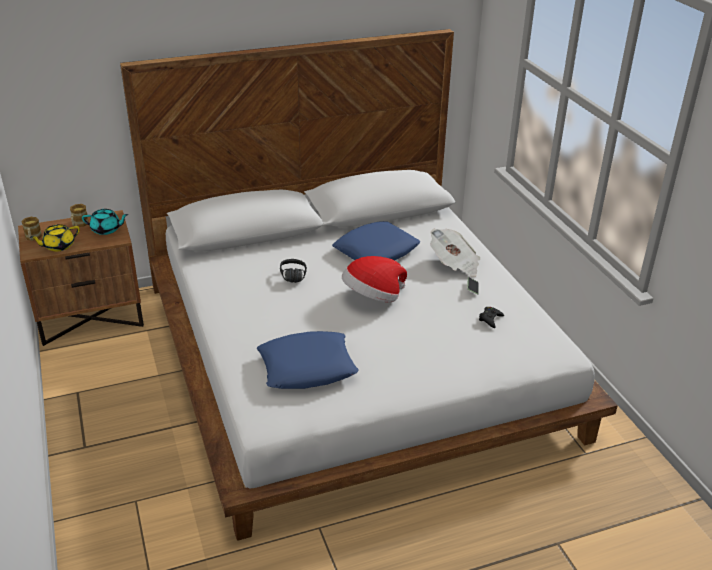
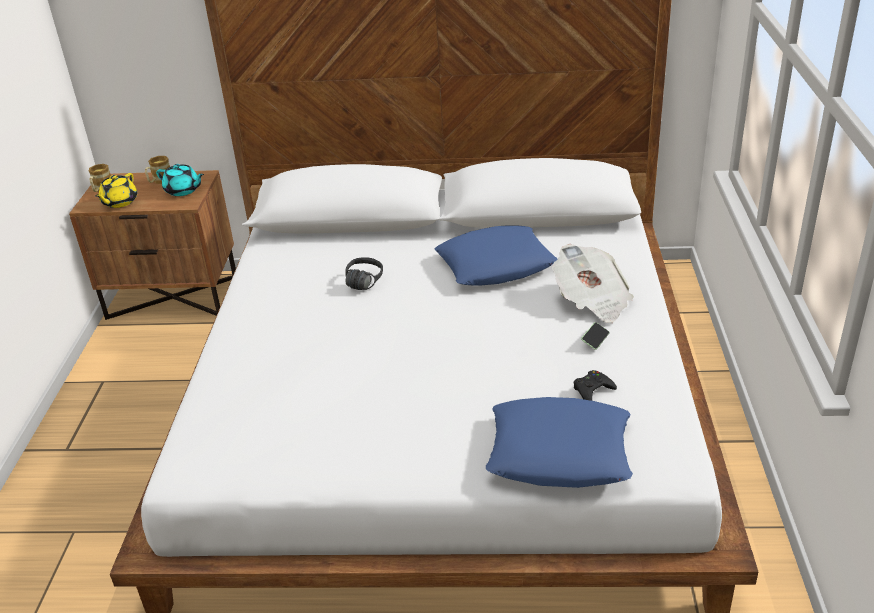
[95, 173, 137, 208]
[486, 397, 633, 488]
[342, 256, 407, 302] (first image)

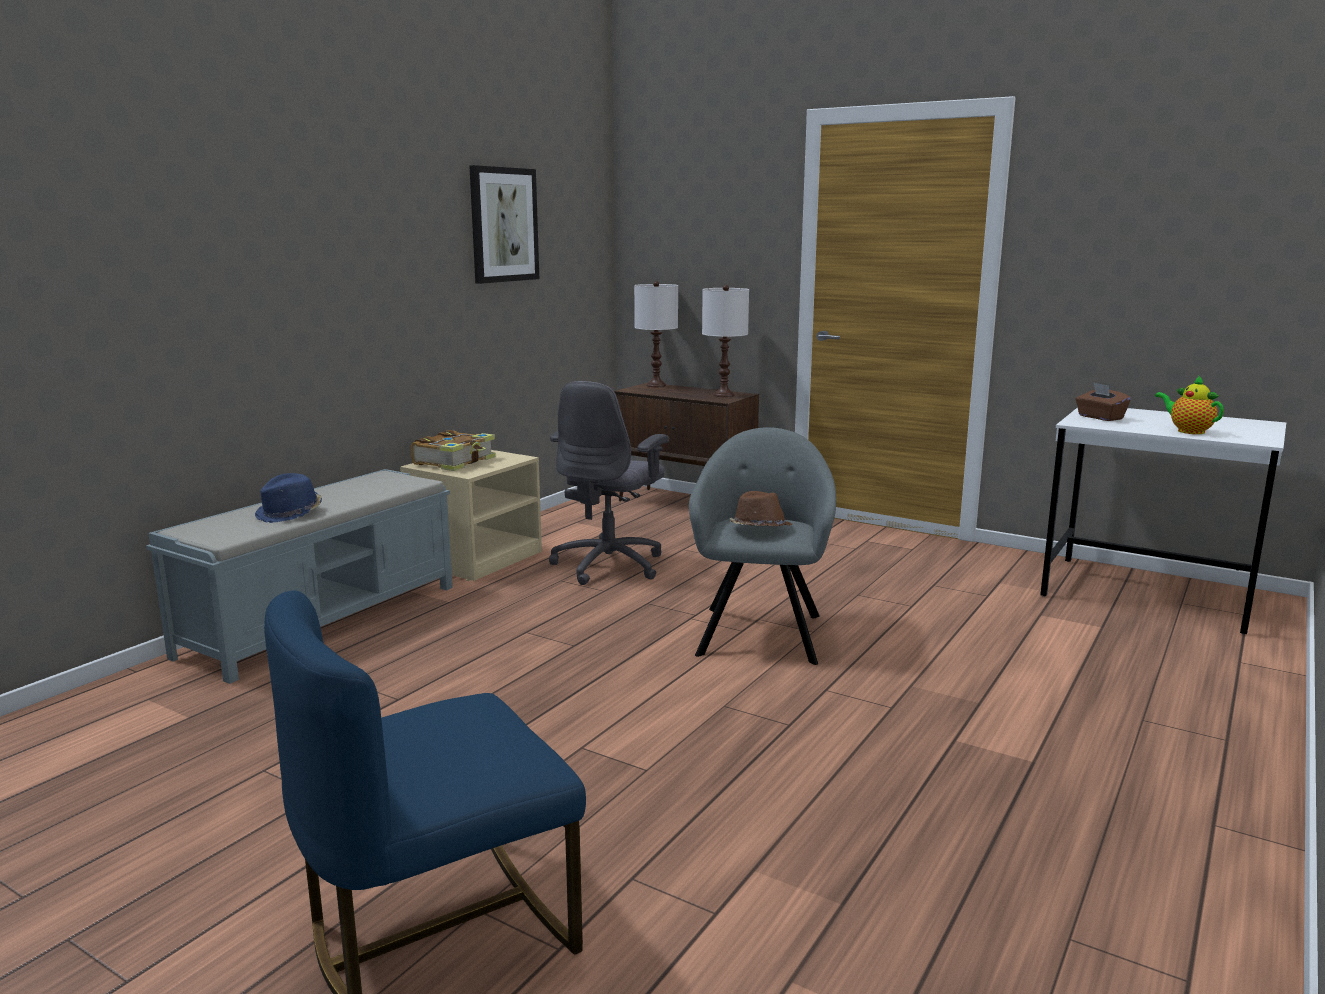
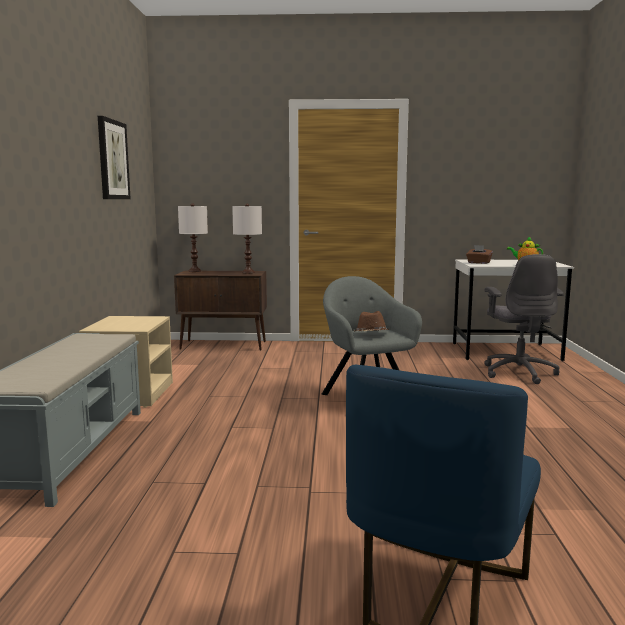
[484, 254, 564, 384]
[255, 473, 322, 523] (first image)
[411, 430, 496, 471] (first image)

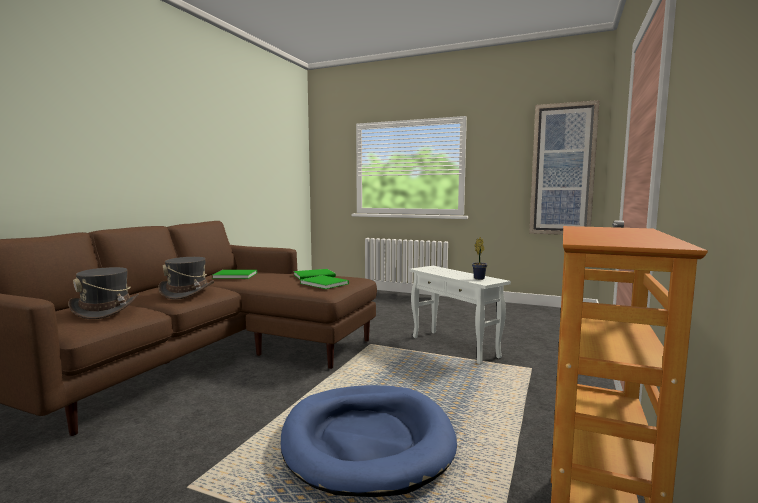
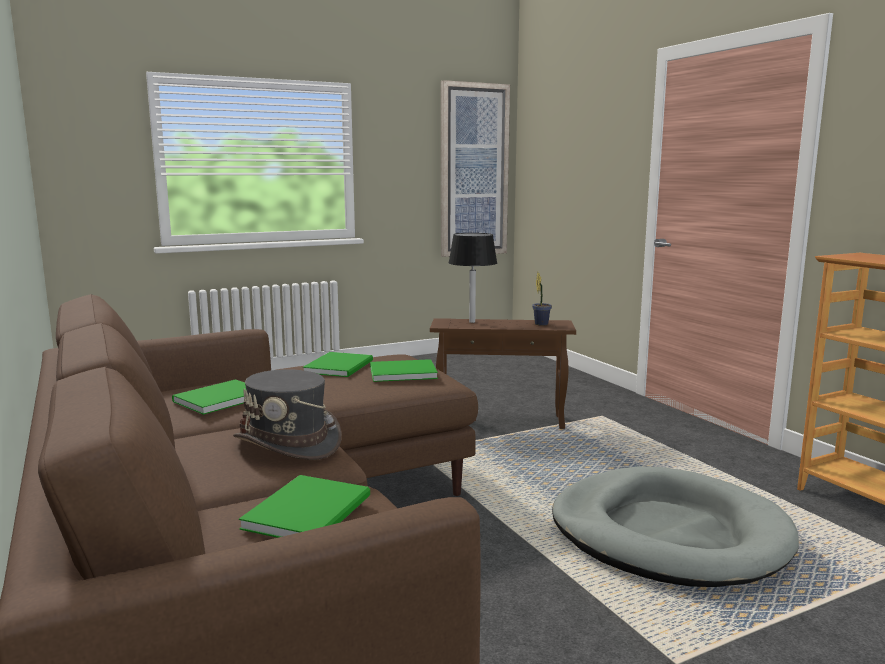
[239, 475, 370, 538]
[430, 318, 576, 429]
[448, 233, 497, 323]
[552, 466, 799, 587]

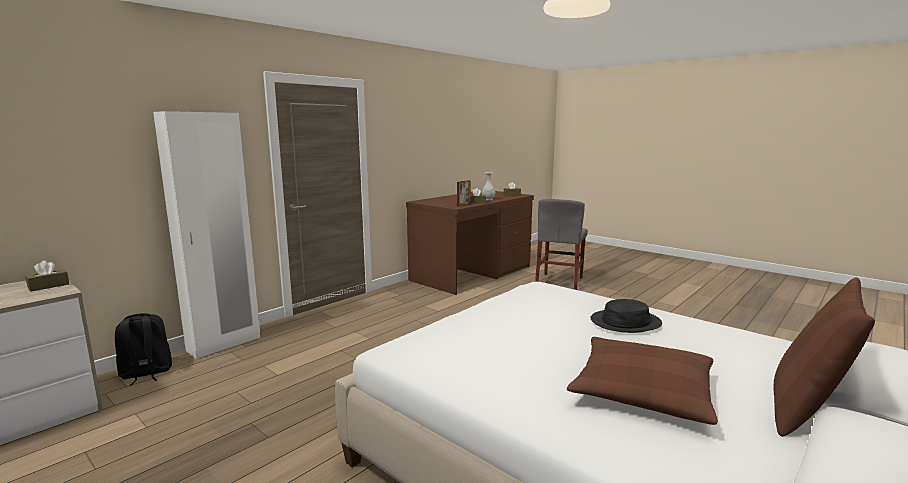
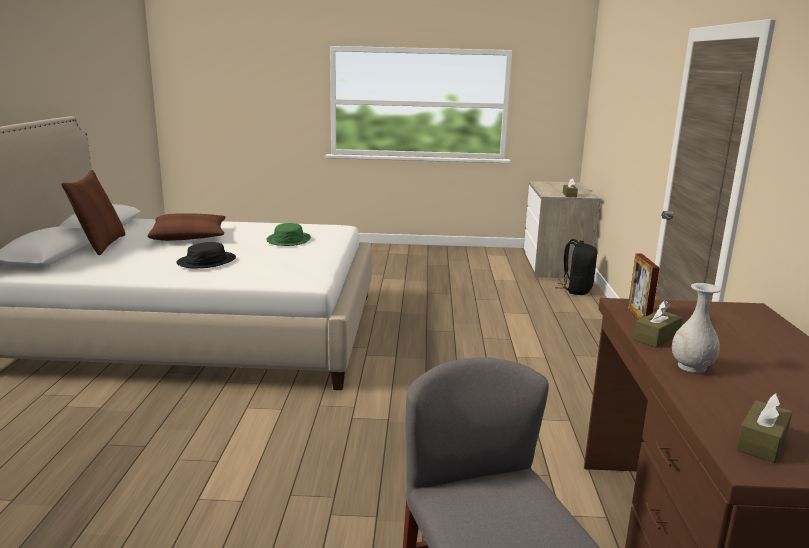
[266, 223, 311, 246]
[153, 111, 260, 359] (first image)

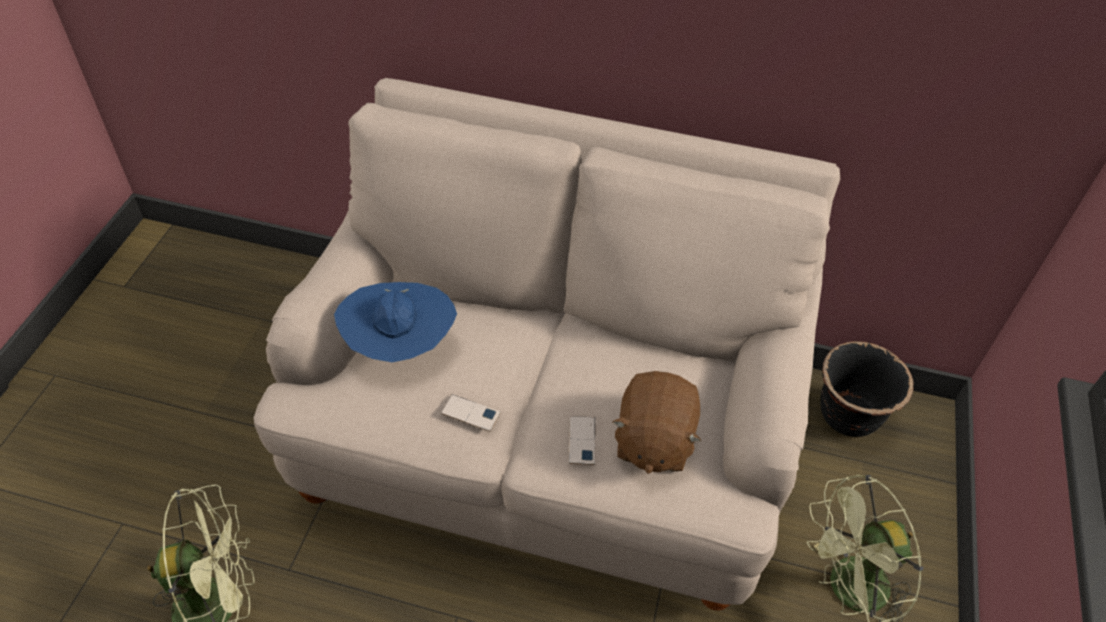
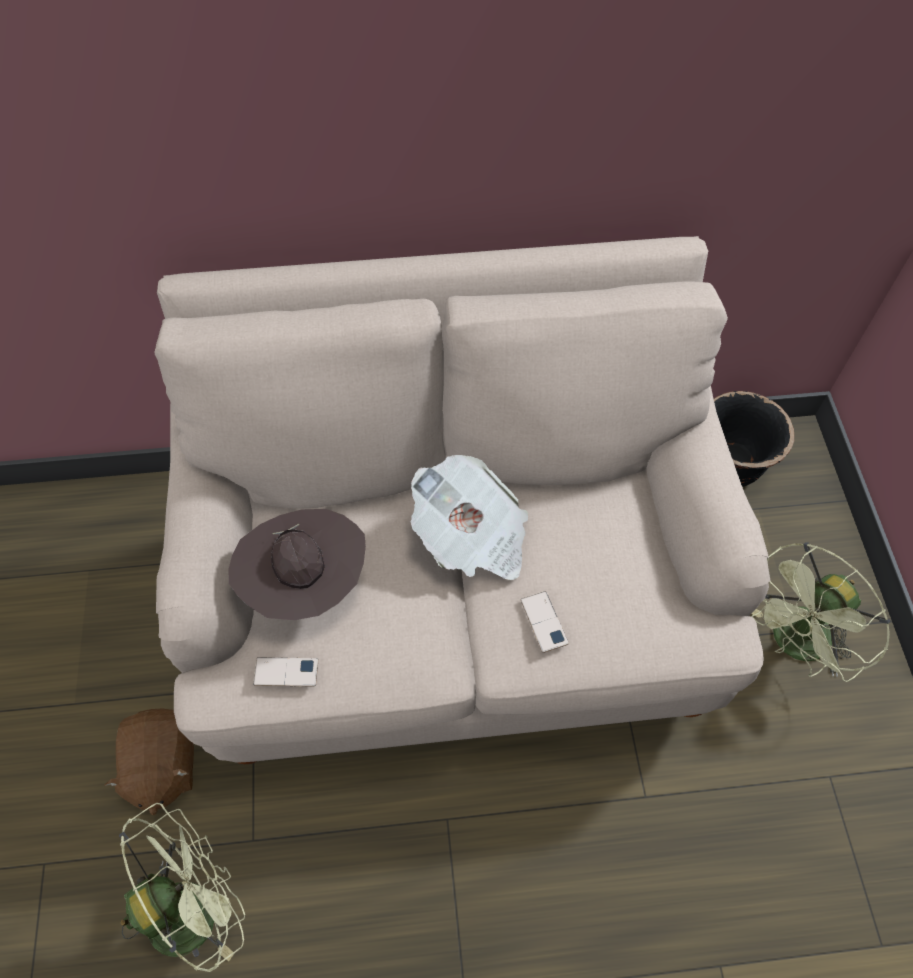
[105, 708, 194, 815]
[228, 509, 366, 620]
[253, 657, 318, 686]
[410, 455, 528, 580]

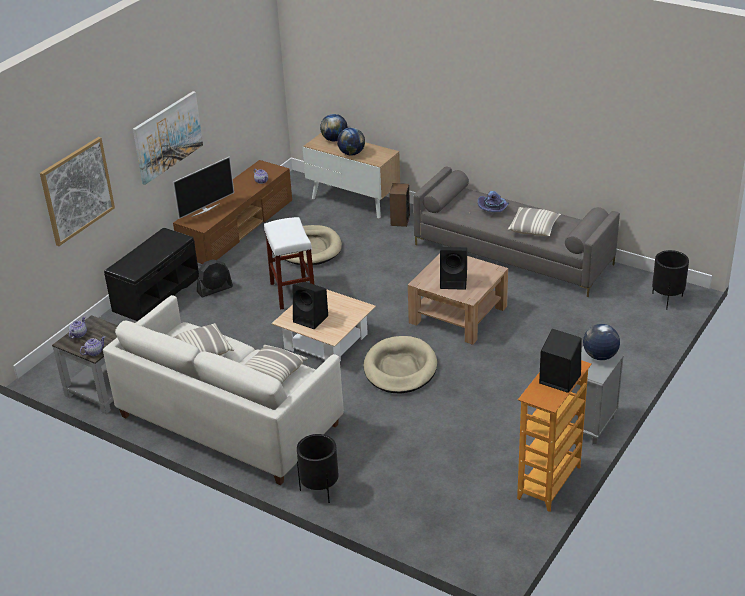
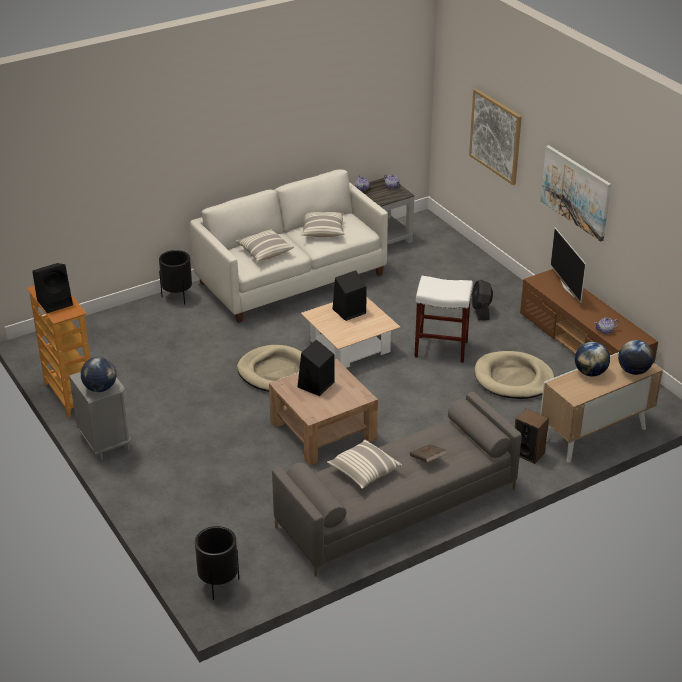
[410, 444, 446, 462]
[104, 228, 199, 321] (first image)

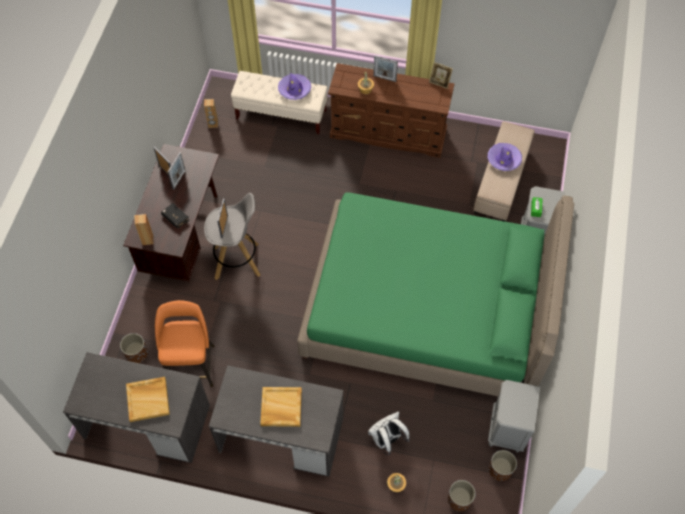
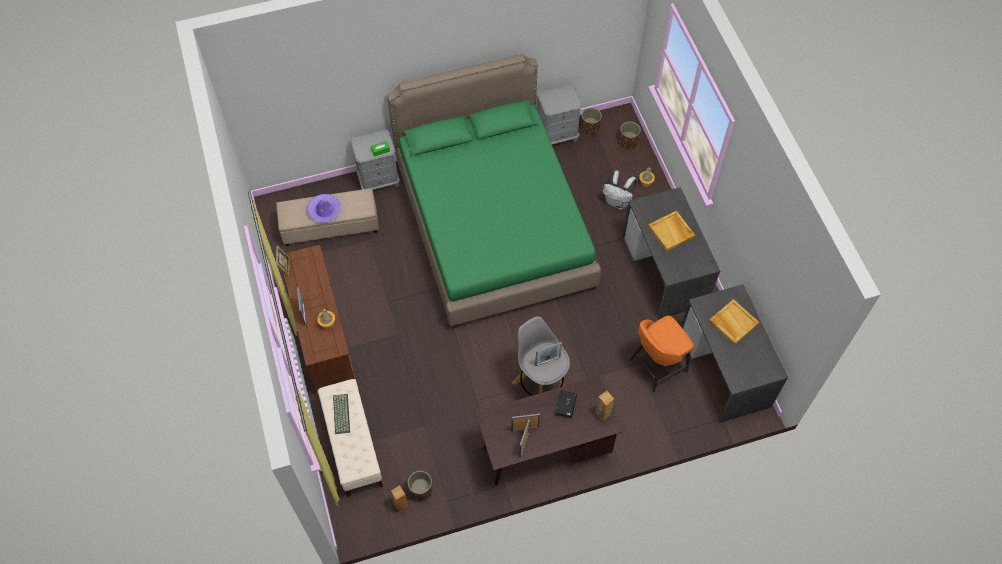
[333, 394, 350, 434]
[408, 471, 432, 501]

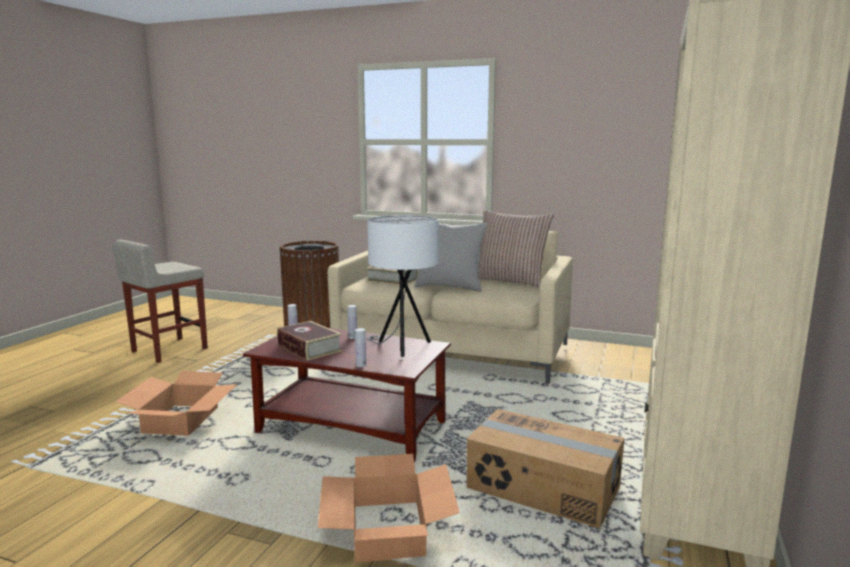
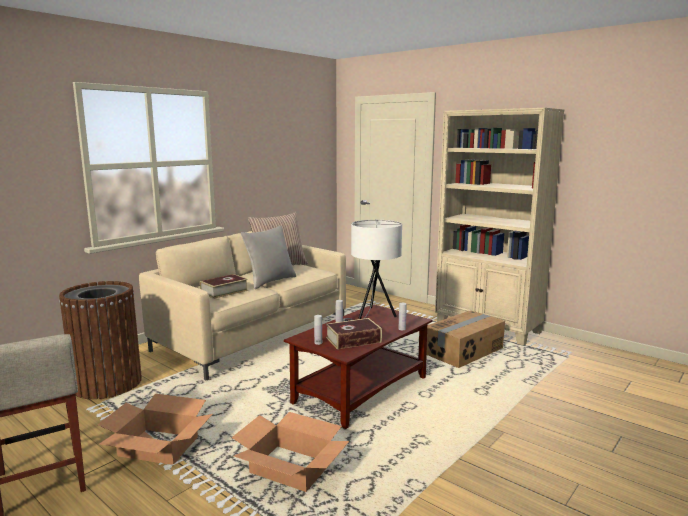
[98, 394, 213, 465]

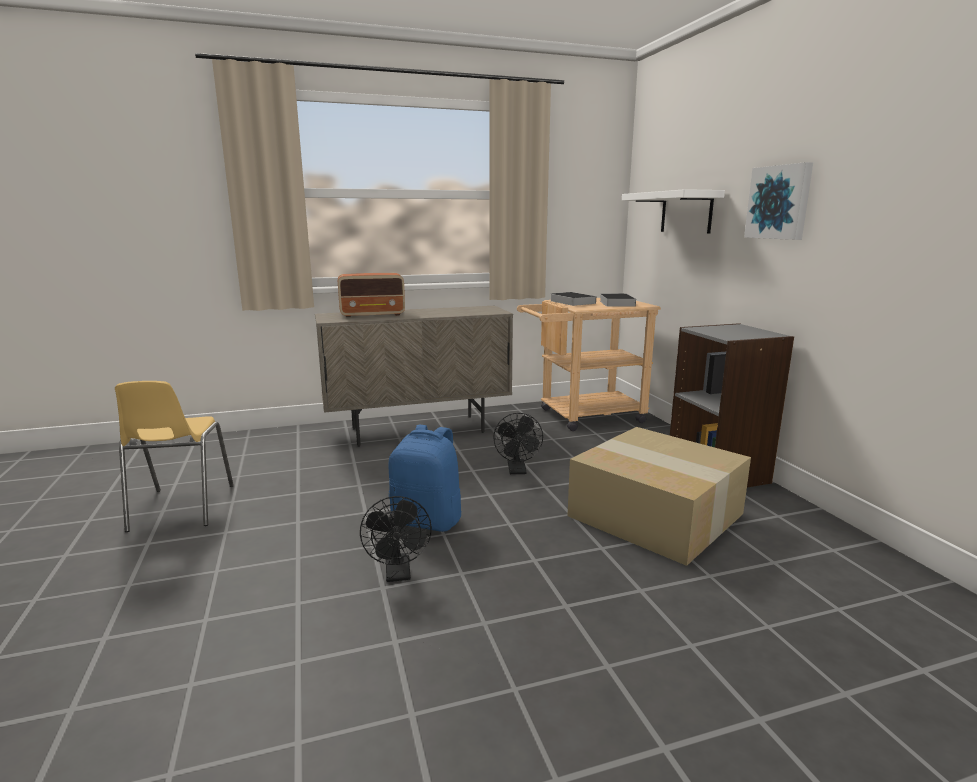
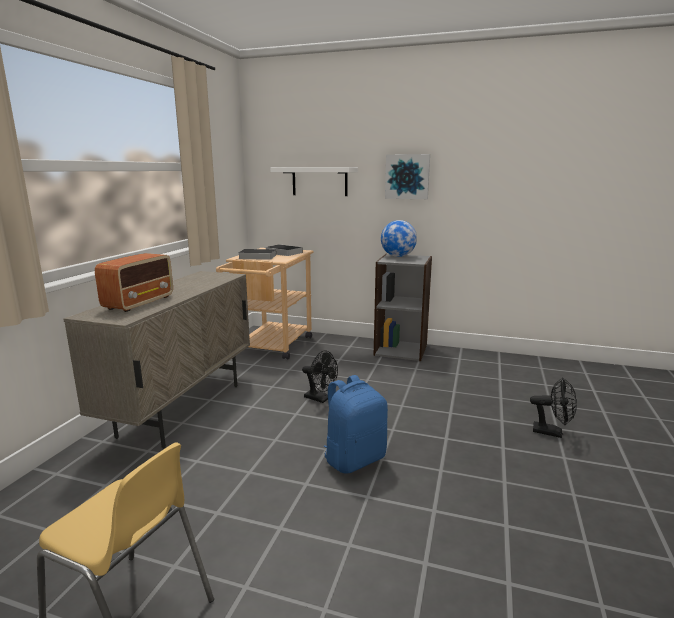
[381, 220, 417, 257]
[530, 377, 577, 438]
[568, 427, 751, 566] (first image)

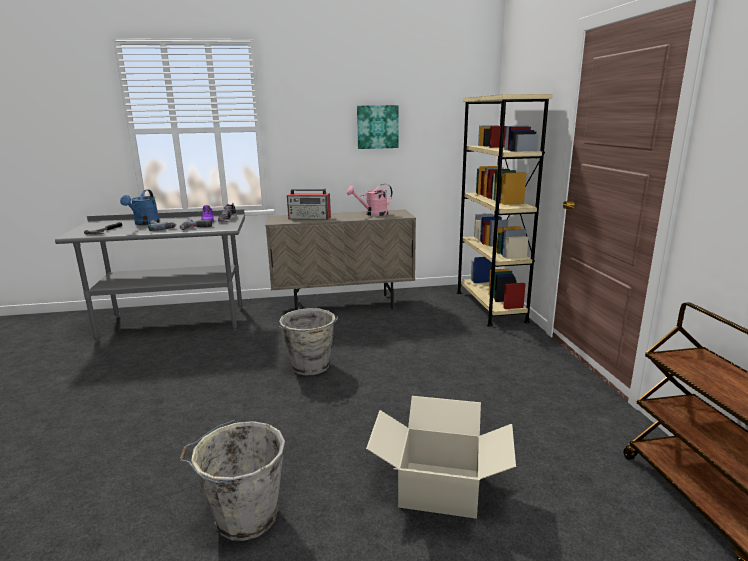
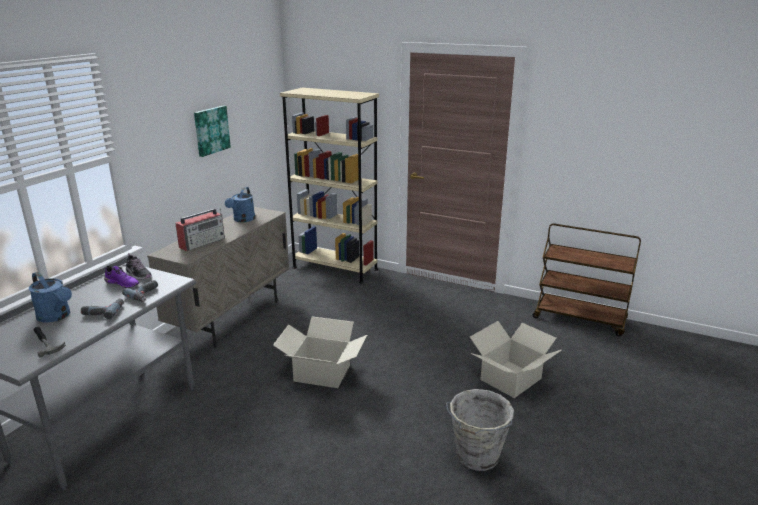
[225, 187, 255, 222]
[273, 316, 367, 388]

